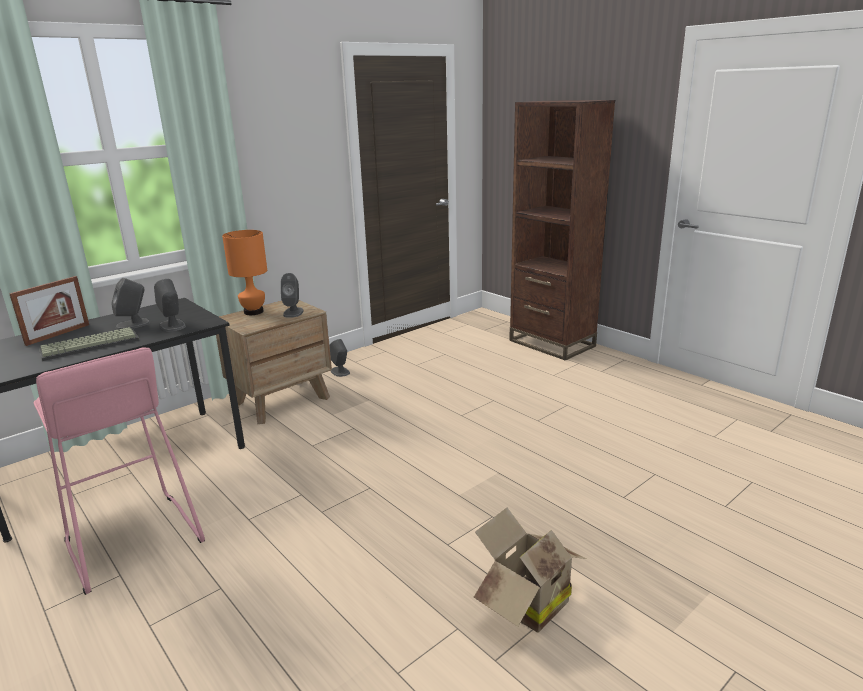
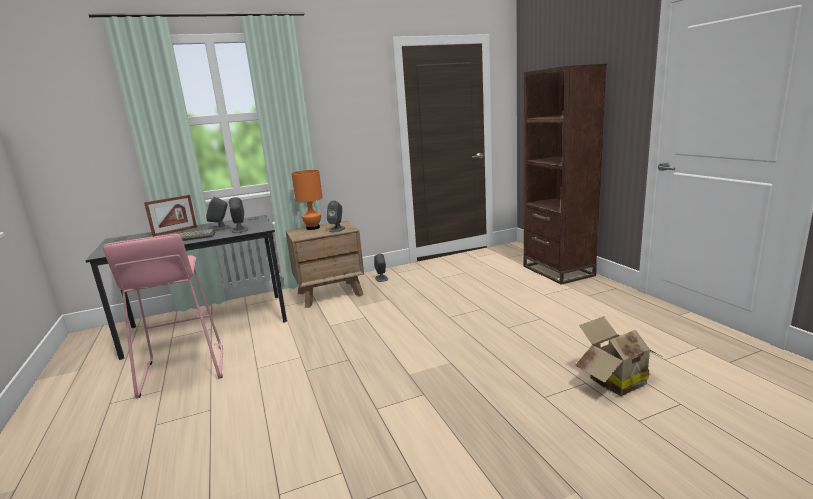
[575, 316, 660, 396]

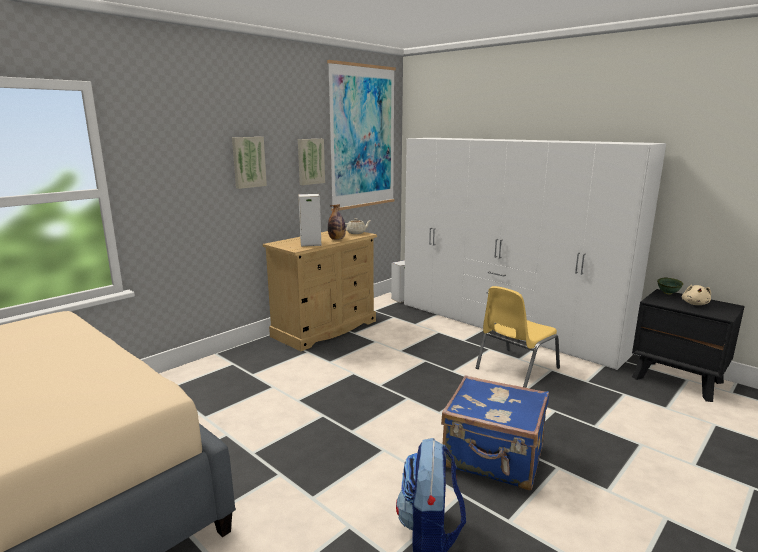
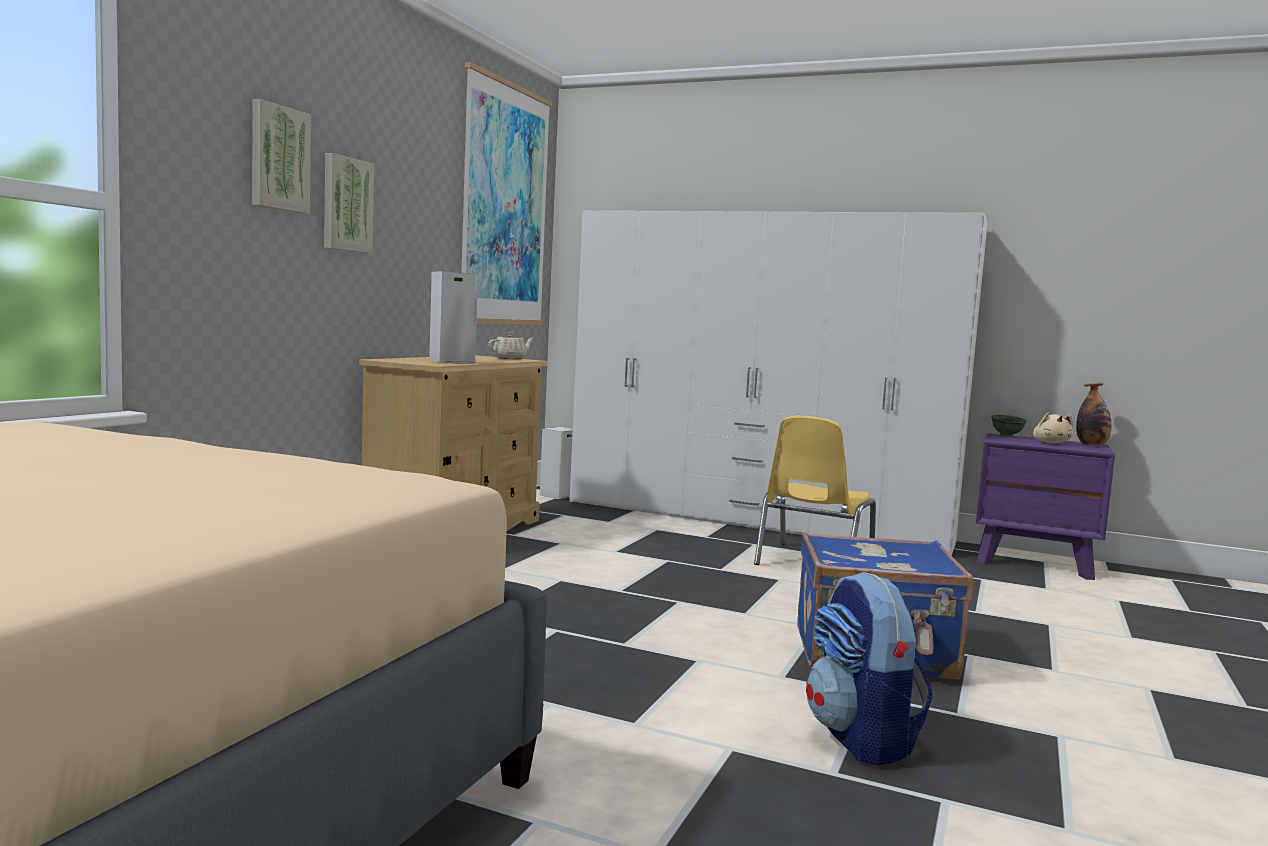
[252, 99, 311, 214]
[976, 433, 1115, 580]
[1076, 383, 1112, 445]

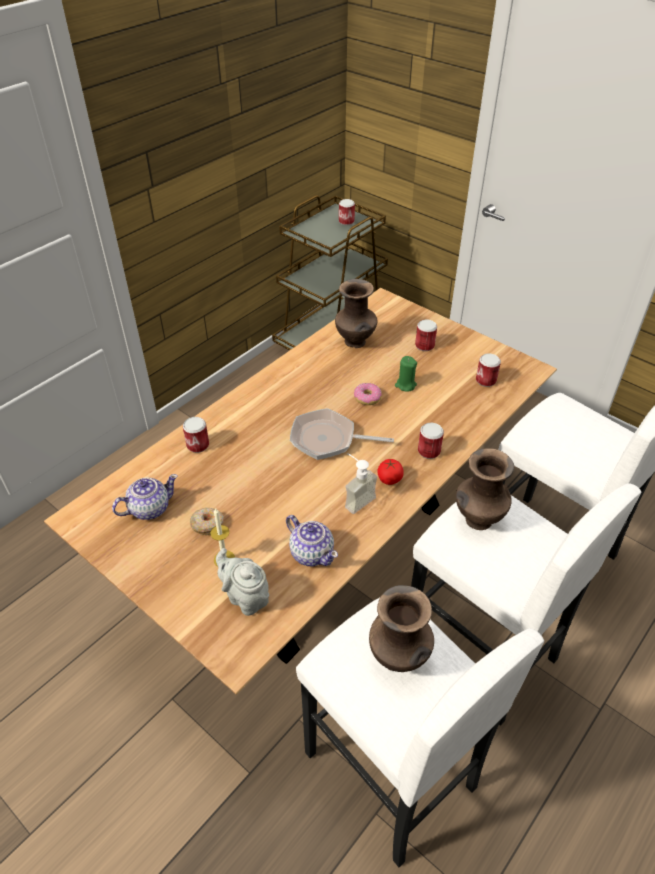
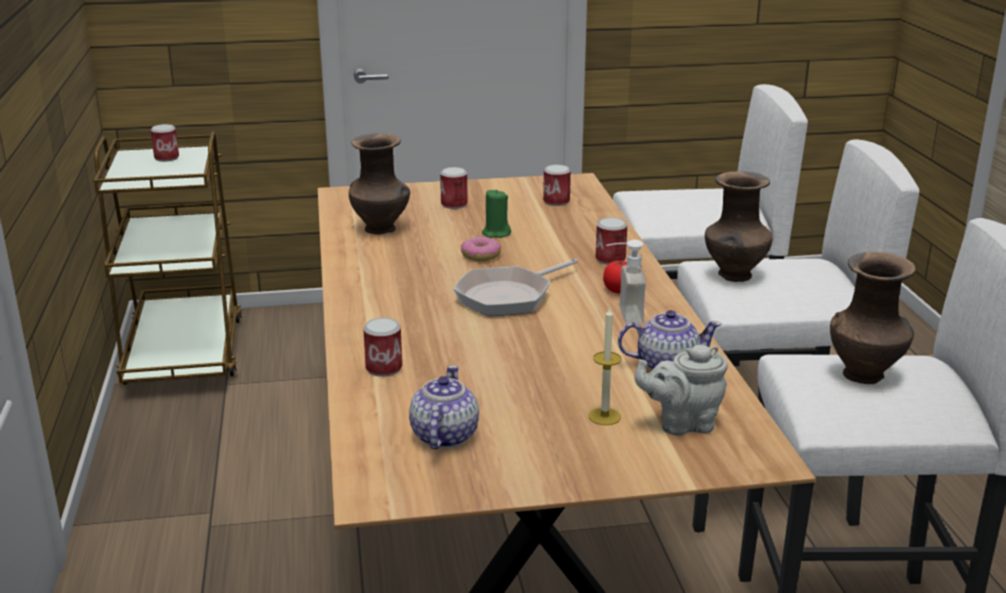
[190, 508, 224, 535] (first image)

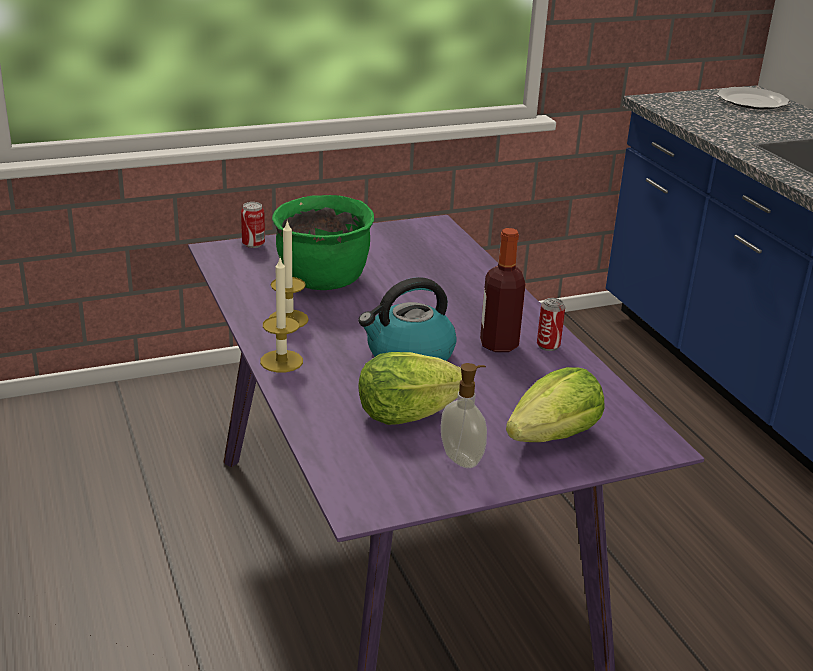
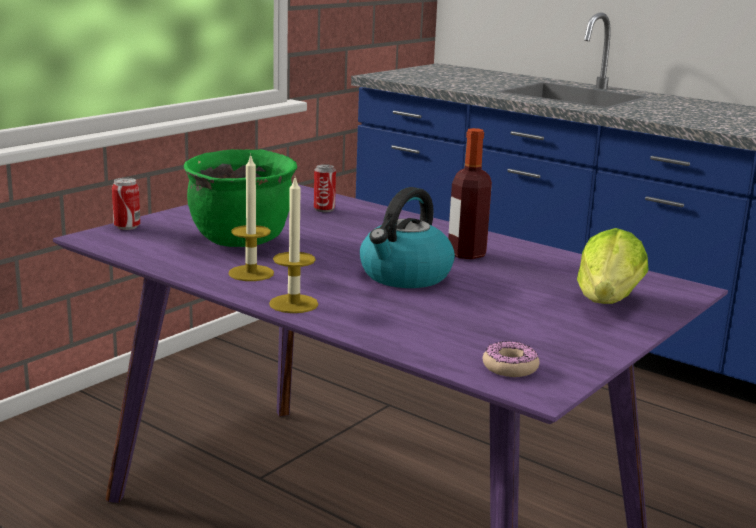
[314, 164, 336, 212]
[483, 341, 539, 377]
[358, 352, 462, 425] (first image)
[441, 363, 487, 468] (first image)
[717, 87, 789, 109] (first image)

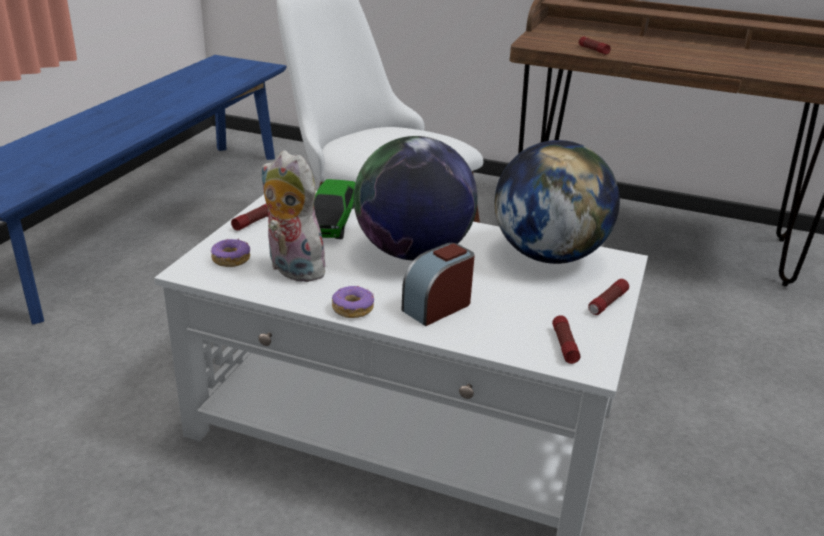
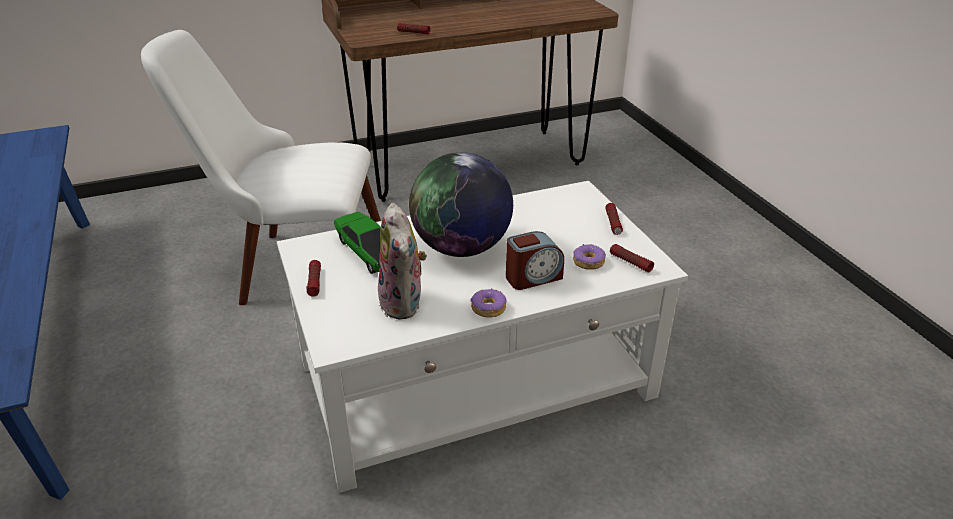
[378, 203, 427, 320]
[506, 231, 564, 290]
[573, 244, 606, 270]
[495, 140, 620, 264] (first image)

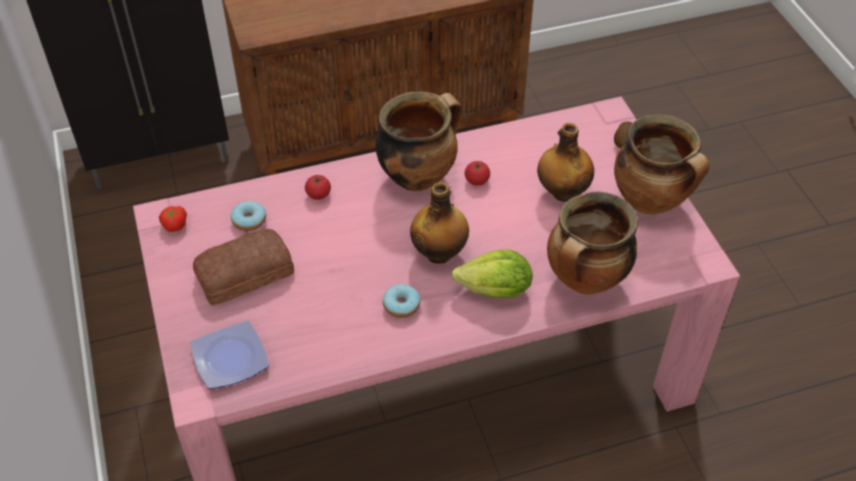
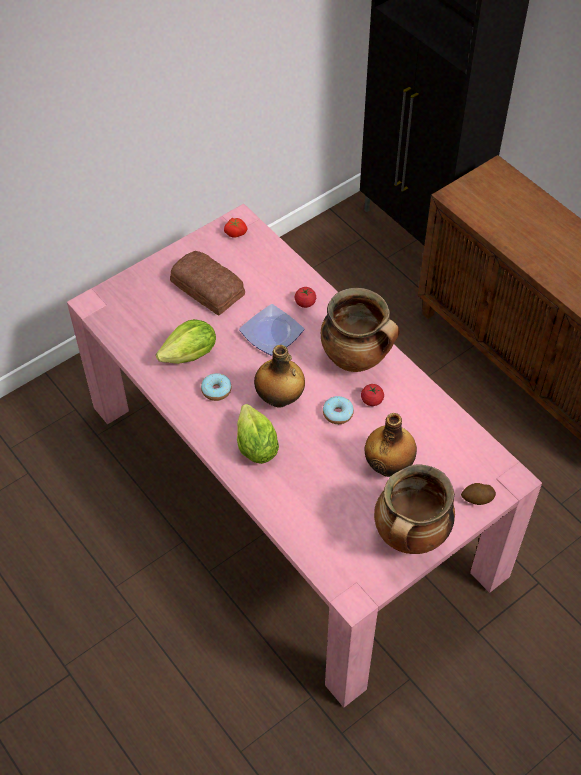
[156, 319, 216, 364]
[239, 304, 304, 355]
[323, 396, 354, 424]
[547, 192, 638, 295] (first image)

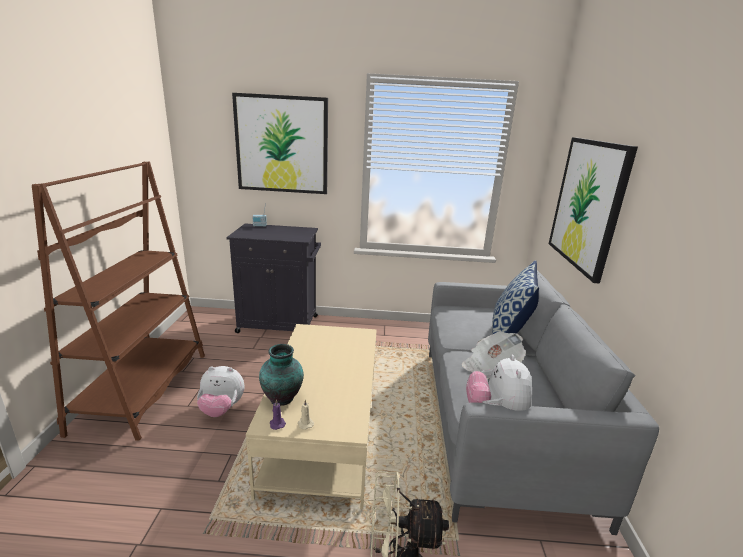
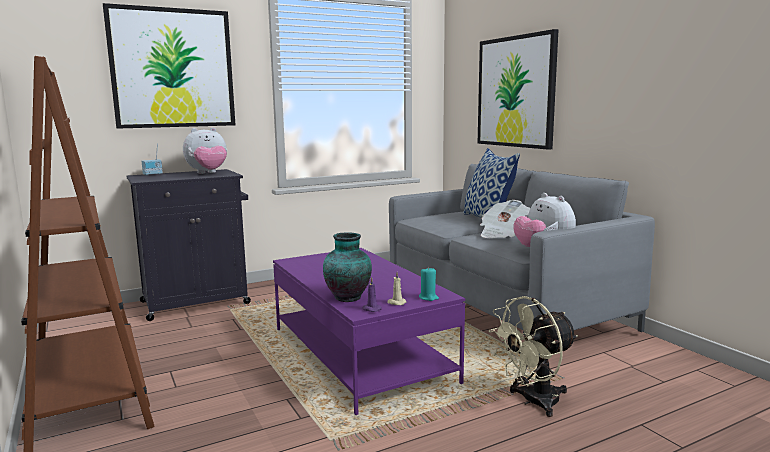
[183, 127, 227, 174]
[273, 248, 465, 415]
[419, 267, 439, 301]

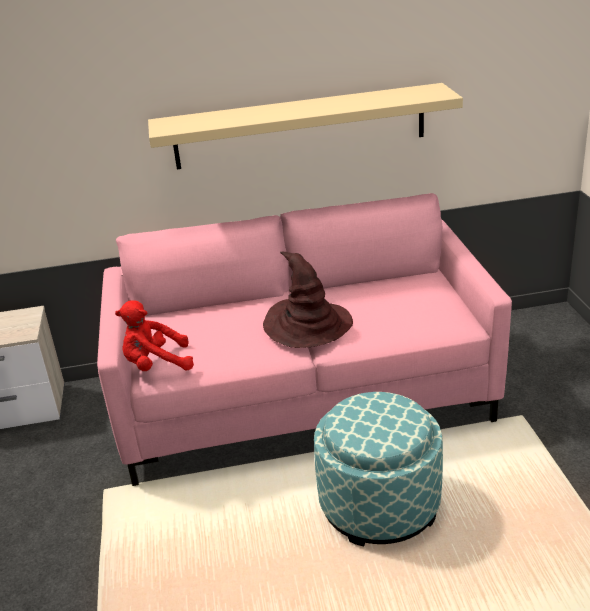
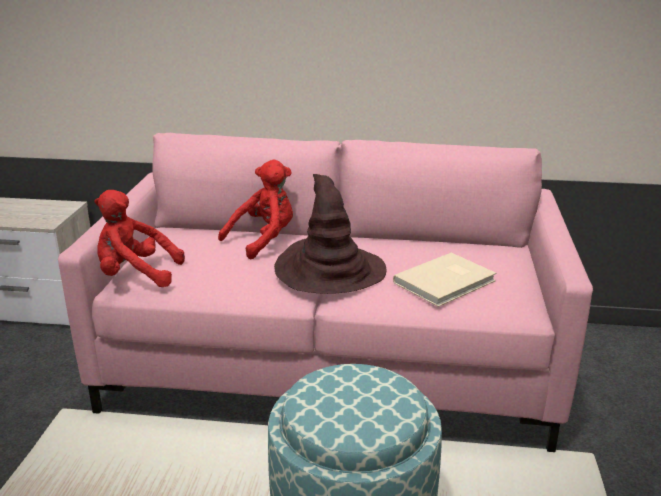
[218, 160, 293, 260]
[393, 253, 497, 307]
[148, 83, 463, 169] (first image)

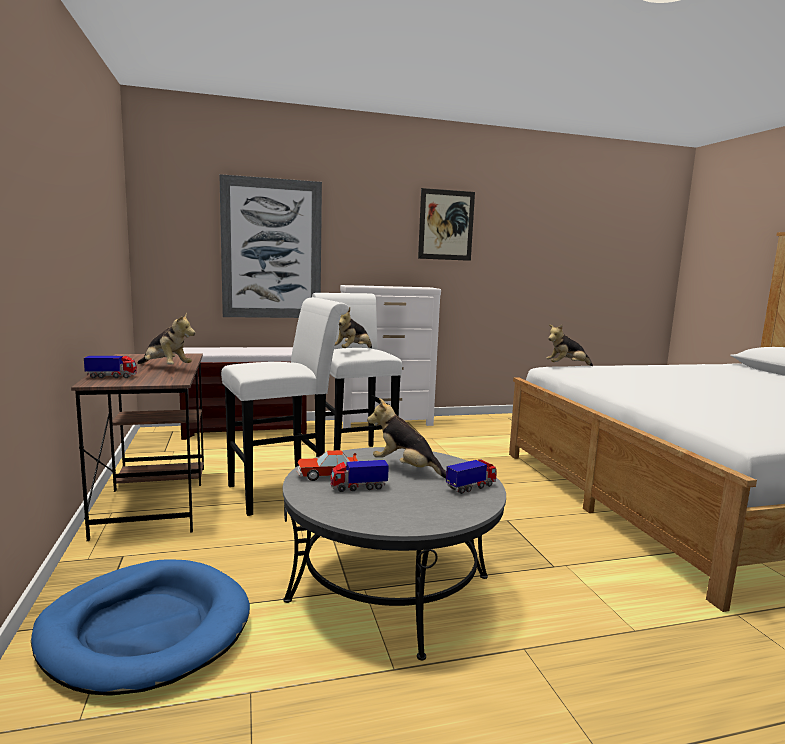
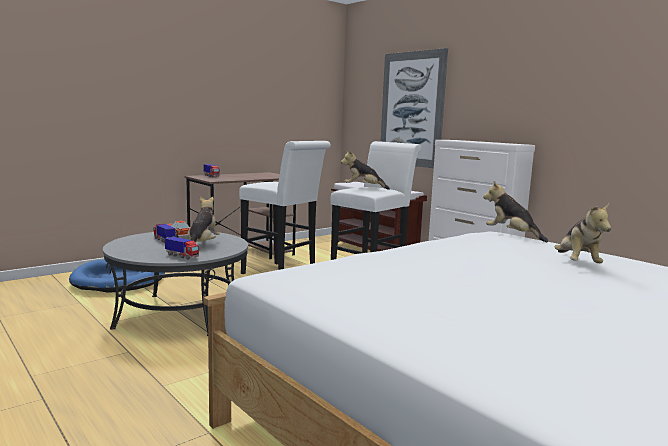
[555, 203, 611, 263]
[418, 188, 475, 261] (first image)

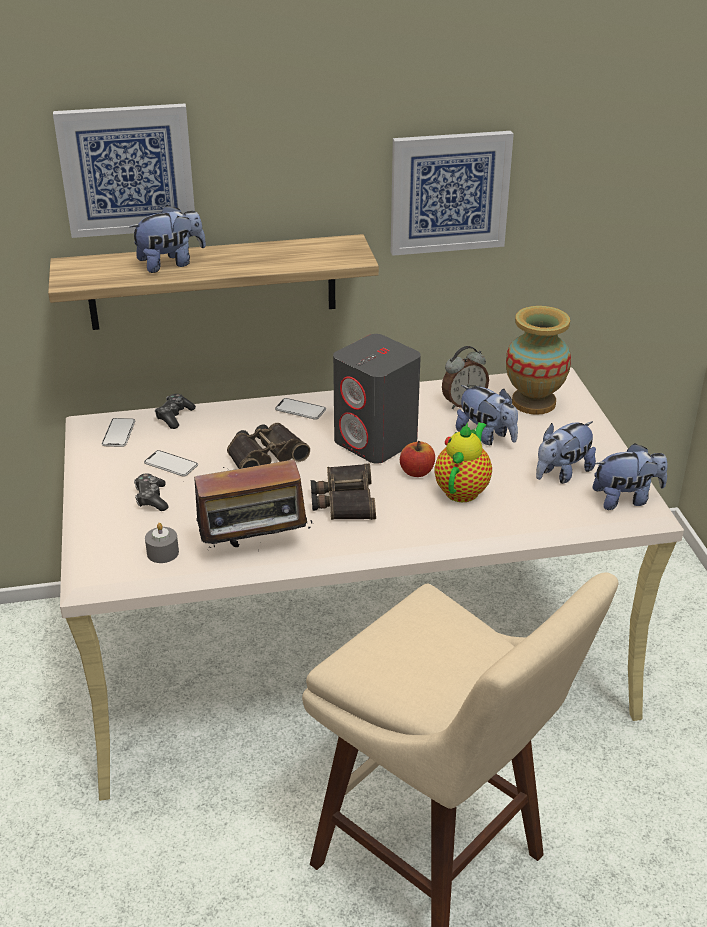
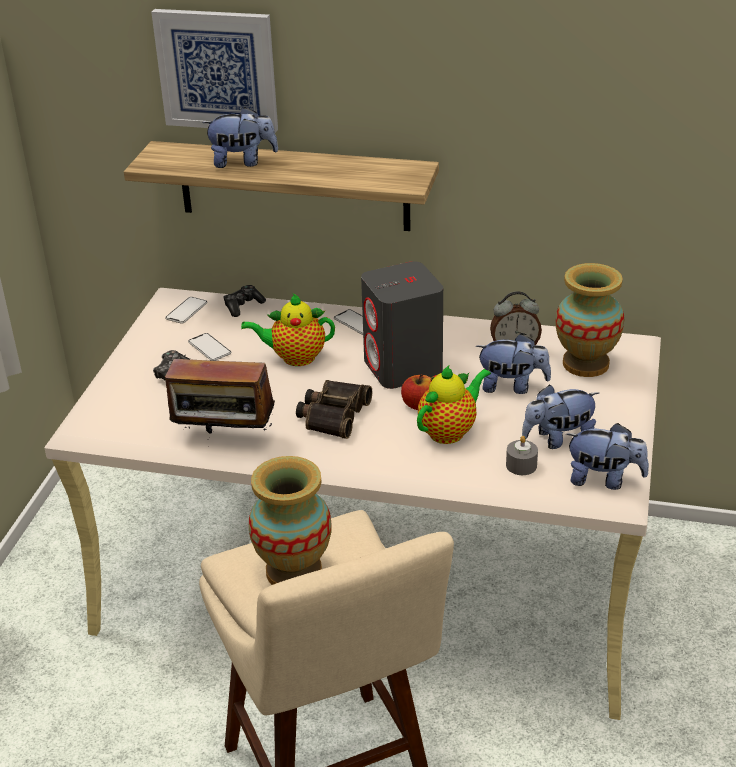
[241, 293, 335, 366]
[249, 456, 332, 585]
[476, 333, 551, 394]
[506, 436, 538, 475]
[391, 131, 514, 256] (first image)

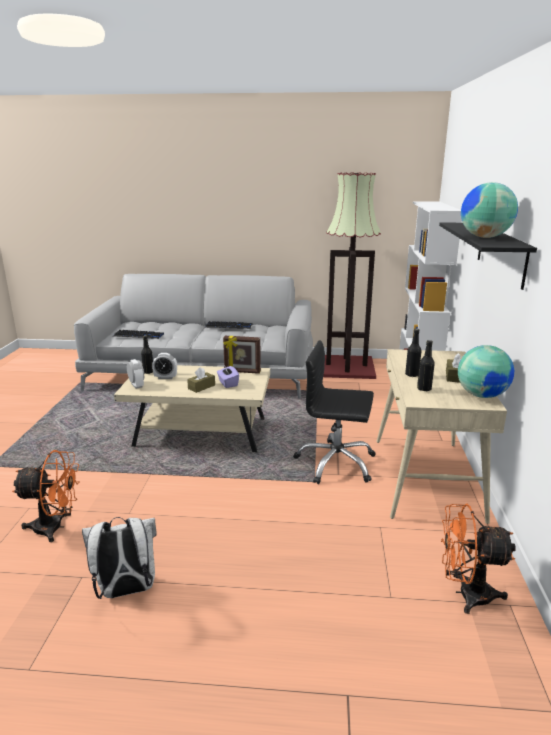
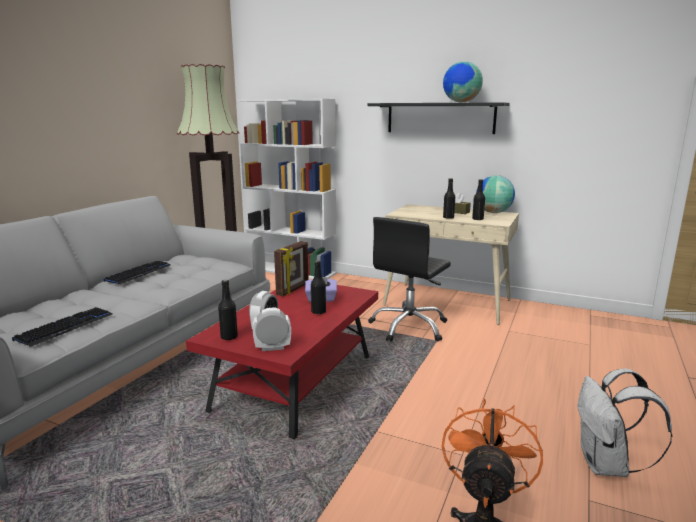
[186, 285, 378, 439]
[311, 260, 326, 314]
[441, 504, 516, 614] (first image)

